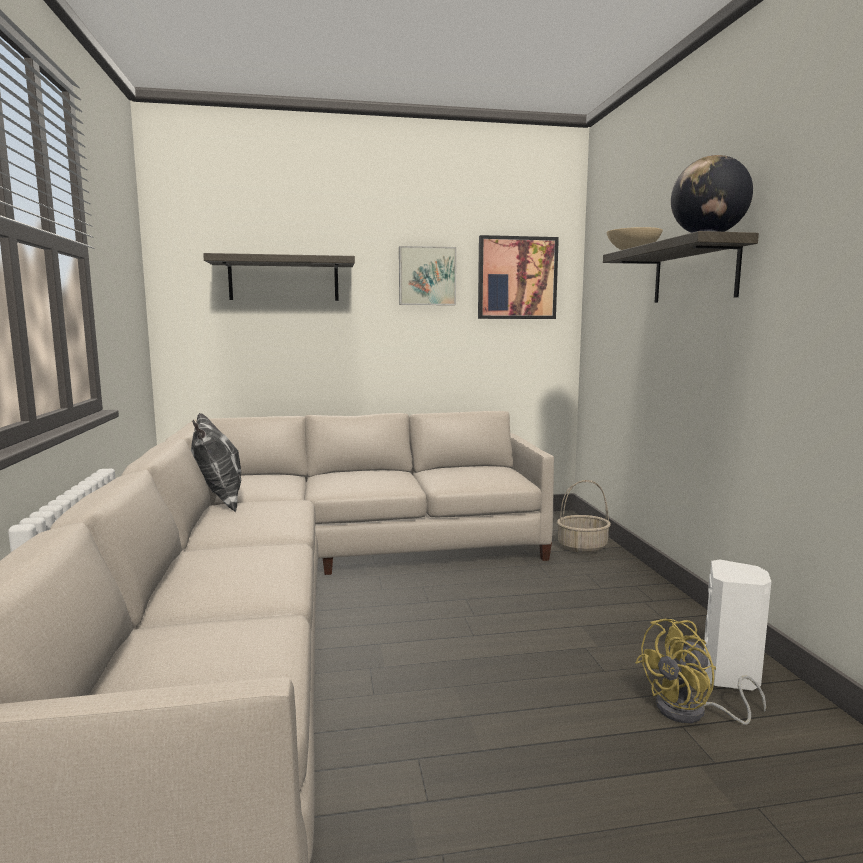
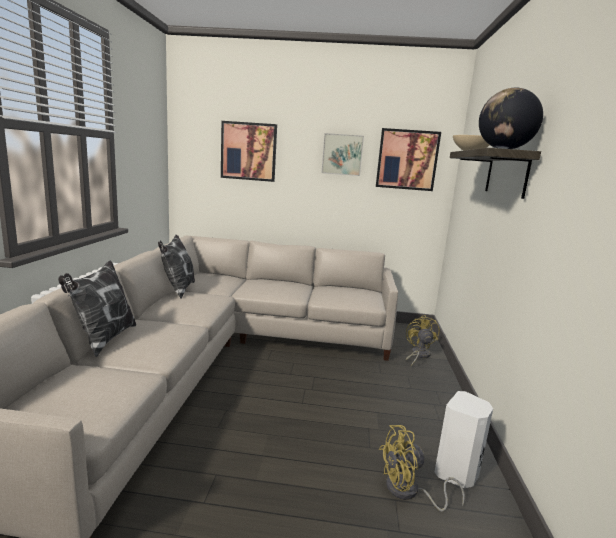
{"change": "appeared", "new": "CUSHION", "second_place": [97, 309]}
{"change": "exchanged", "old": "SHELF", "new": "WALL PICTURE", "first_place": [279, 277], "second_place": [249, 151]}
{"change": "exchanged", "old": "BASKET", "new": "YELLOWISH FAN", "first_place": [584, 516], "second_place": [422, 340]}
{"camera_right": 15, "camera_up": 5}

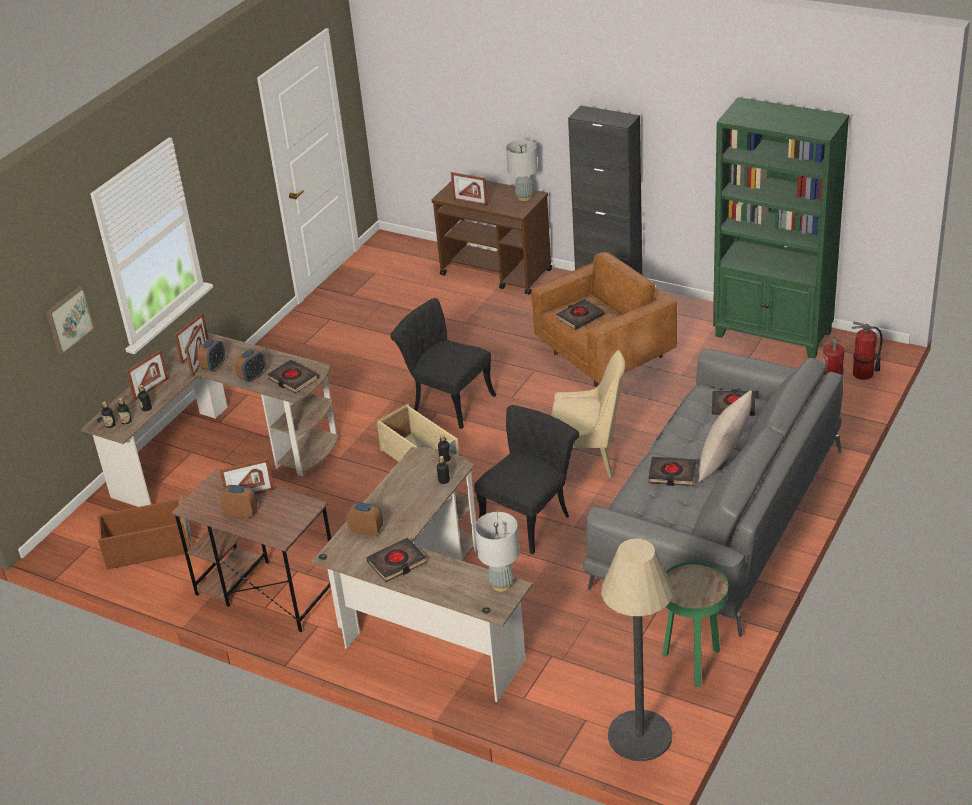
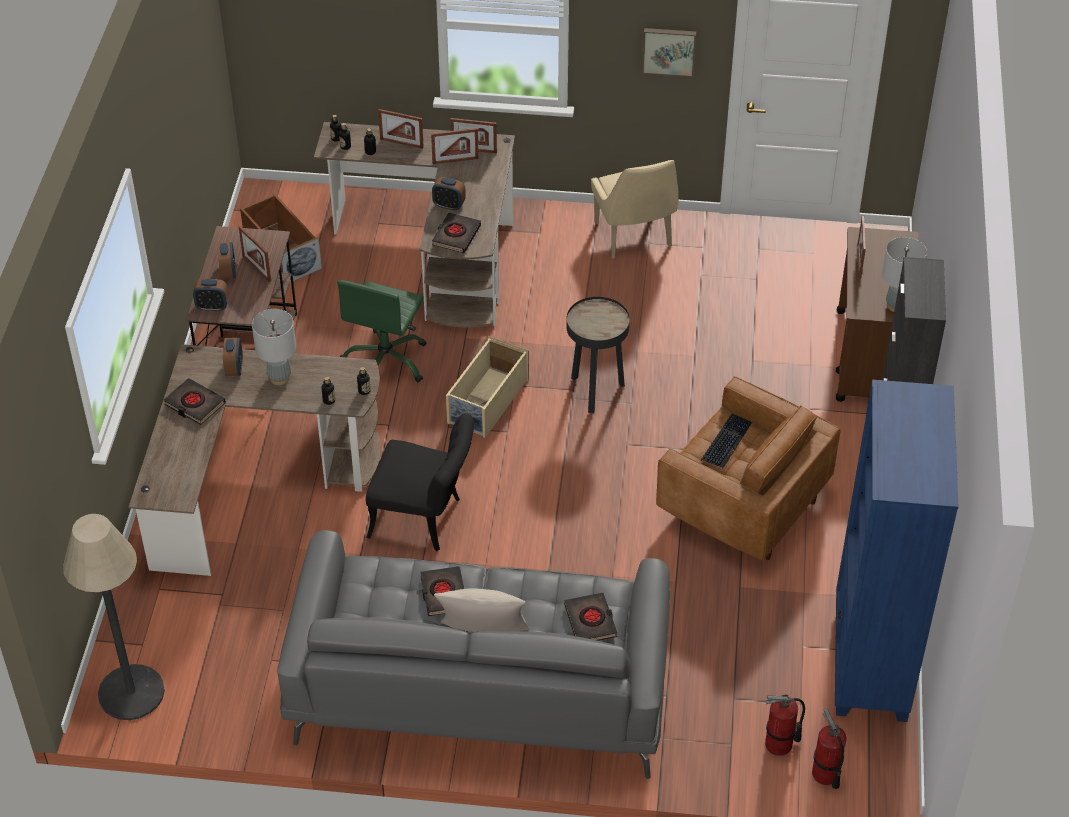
{"change": "missing", "old": "GREEN SIDE TABLE", "first_place": [695, 624]}
{"change": "appeared", "new": "GREEN DESK CHAIR", "second_place": [382, 331]}
{"change": "relocated", "old": "WALL PICTURE", "first_place": [70, 320], "second_place": [669, 52]}
{"change": "relocated", "old": "ALARM CLOCK", "first_place": [211, 355], "second_place": [211, 295]}
{"change": "relocated", "old": "GREY LAMP FOR A TABLE", "first_place": [497, 552], "second_place": [274, 347]}
{"change": "relocated", "old": "BEIGE-COLOURED UPRIGHT CHAIR", "first_place": [588, 414], "second_place": [635, 209]}
{"change": "exchanged", "old": "BLACK UPRIGHT CHAIR", "new": "BLACK SIDE TABLE", "first_place": [443, 363], "second_place": [598, 355]}
{"change": "exchanged", "old": "BLACK BOUND BOOK", "new": "PC KEYBOARD", "first_place": [580, 314], "second_place": [726, 441]}
{"change": "colour", "old": "GREEN BOOKSHELF", "new": "BLUE BOOKSHELF", "first_place": [781, 227], "second_place": [896, 550]}
{"camera_right": 65, "camera_up": 10}

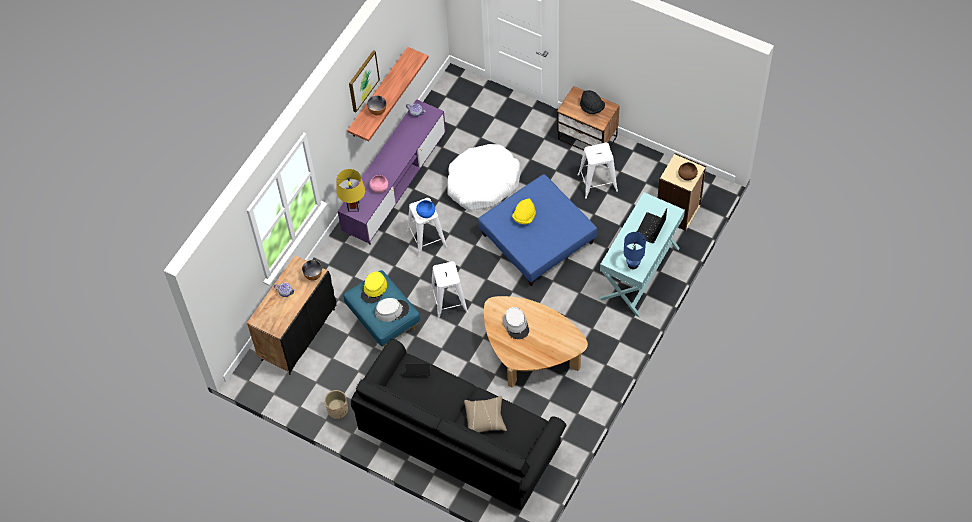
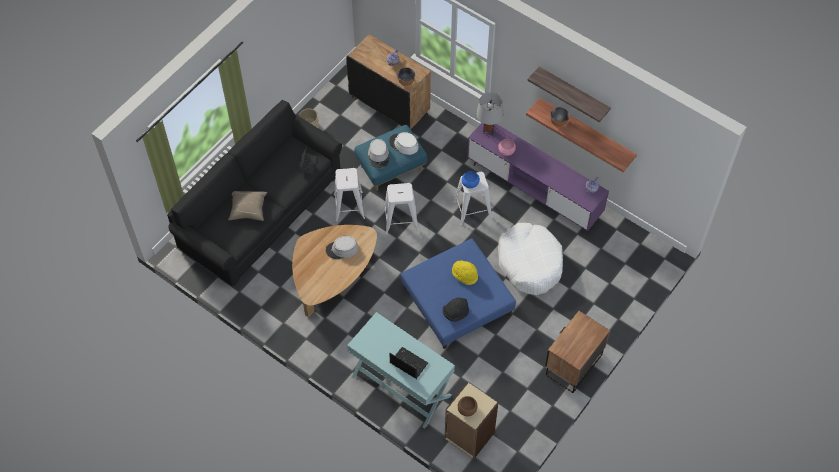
{"change": "missing", "old": "BLUE LAMP FOR A TABLE", "first_place": [635, 250]}
{"change": "relocated", "old": "WHITE STOOL", "first_place": [597, 170], "second_place": [349, 194]}
{"change": "relocated", "old": "BLACK WEARABLE HAT", "first_place": [592, 102], "second_place": [456, 310]}
{"change": "exchanged", "old": "WALL PICTURE", "new": "SHELF", "first_place": [364, 81], "second_place": [569, 94]}
{"change": "colour", "old": "YELLOWISH LAMP FOR A TABLE", "new": "GREY LAMP FOR A TABLE", "first_place": [351, 190], "second_place": [489, 113]}
{"change": "colour", "old": "YELLOWISH WEARABLE HAT", "new": "WHITE WEARABLE HAT", "first_place": [374, 287], "second_place": [404, 143]}
{"camera_right": 95, "camera_up": 0}

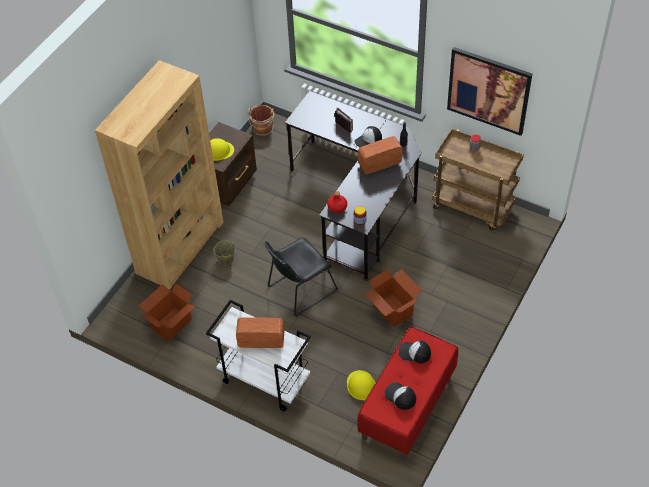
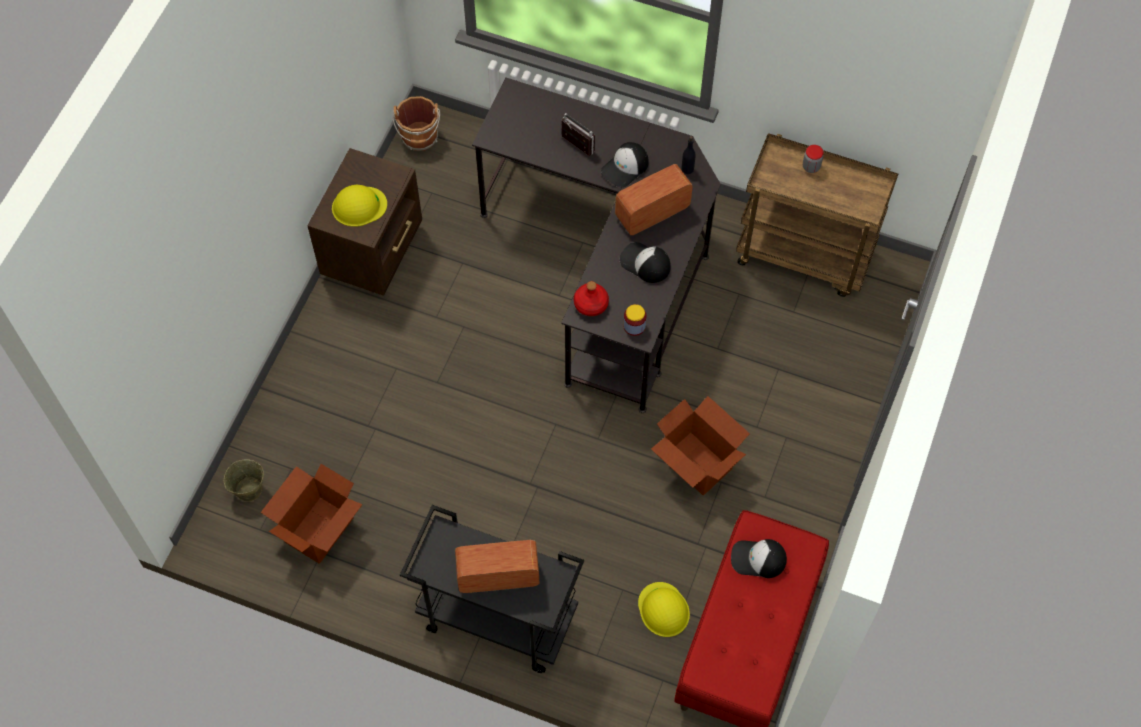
{"change": "missing", "old": "BROWNISH BOOKSHELF", "first_place": [159, 174]}
{"change": "missing", "old": "BLACK UPRIGHT CHAIR", "first_place": [301, 277]}
{"change": "missing", "old": "WALL PICTURE", "first_place": [489, 91]}
{"change": "relocated", "old": "BEIGE-COLOURED BUCKET", "first_place": [224, 252], "second_place": [244, 480]}
{"change": "relocated", "old": "CAP", "first_place": [400, 396], "second_place": [645, 262]}
{"change": "colour", "old": "WHITE WHEELED CART", "new": "BLACK WHEELED CART", "first_place": [258, 356], "second_place": [492, 589]}
{"camera_right": -10, "camera_up": 10}

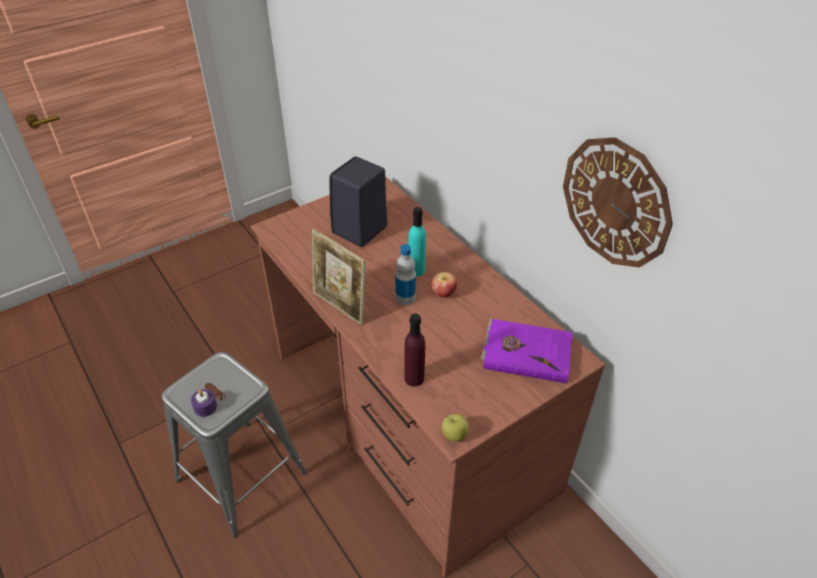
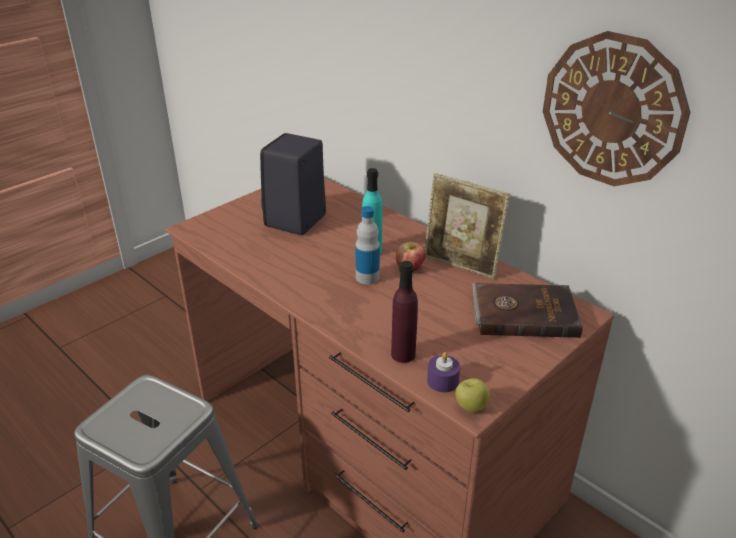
{"change": "relocated", "old": "PURPLE CANDLE", "first_place": [204, 403], "second_place": [443, 372]}
{"change": "relocated", "old": "PHOTO FRAME", "first_place": [339, 277], "second_place": [467, 226]}
{"change": "colour", "old": "PURPLE BOUND BOOK", "new": "BROWNISH BOUND BOOK", "first_place": [526, 350], "second_place": [527, 310]}
{"camera_right": -10, "camera_up": -10}

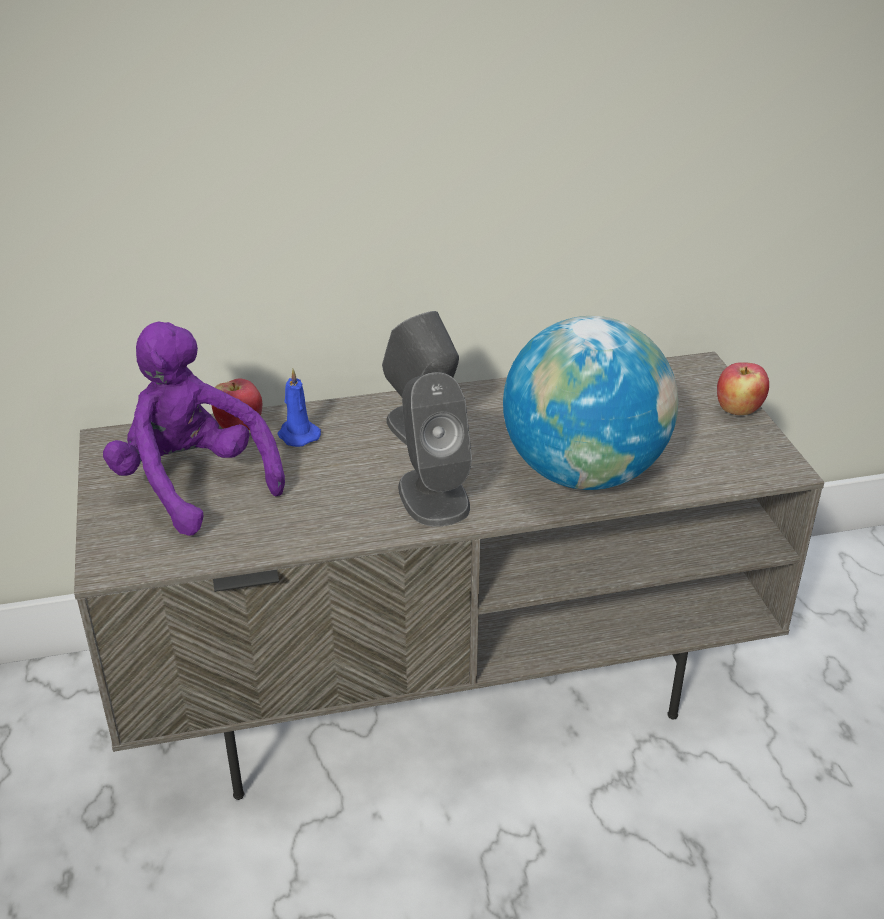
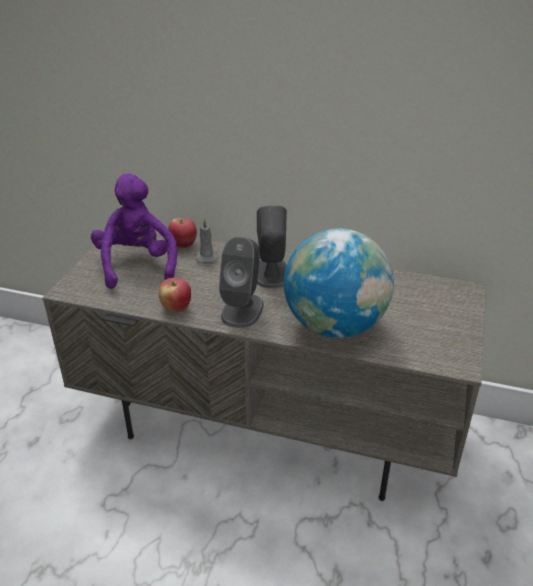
{"change": "relocated", "old": "APPLE", "first_place": [743, 388], "second_place": [175, 295]}
{"change": "colour", "old": "BLUE CANDLE", "new": "GREY CANDLE", "first_place": [299, 408], "second_place": [207, 241]}
{"camera_right": 30, "camera_up": 0}

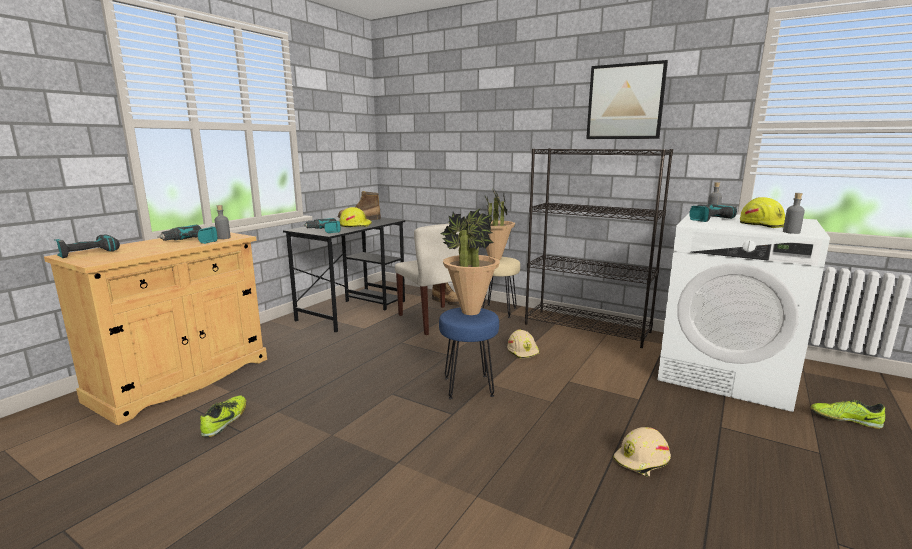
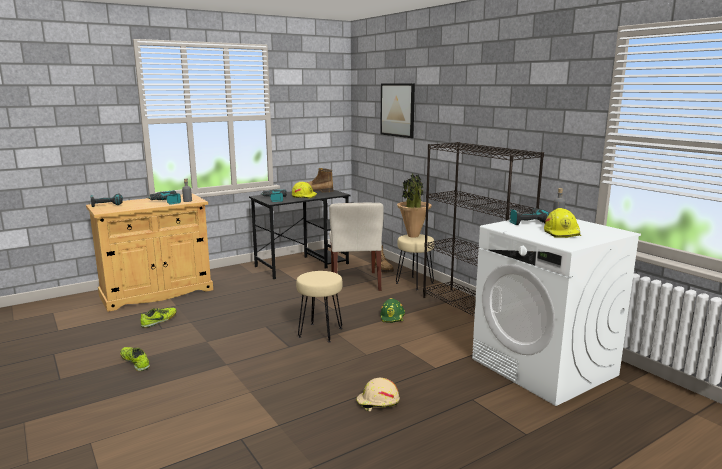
{"change": "missing", "old": "POTTED PLANT", "first_place": [470, 261]}
{"change": "missing", "old": "GREY DRINK BOTTLE", "first_place": [794, 213]}
{"change": "relocated", "old": "WALL PICTURE", "first_place": [627, 99], "second_place": [397, 110]}
{"change": "relocated", "old": "LOW SHOE", "first_place": [847, 414], "second_place": [135, 359]}
{"change": "colour", "old": "BLUE STOOL", "new": "BEIGE-COLOURED STOOL", "first_place": [469, 353], "second_place": [319, 307]}
{"change": "colour", "old": "BEIGE-COLOURED HARD HAT", "new": "GREEN HARD HAT", "first_place": [523, 344], "second_place": [392, 310]}
{"camera_right": 25, "camera_up": 0}

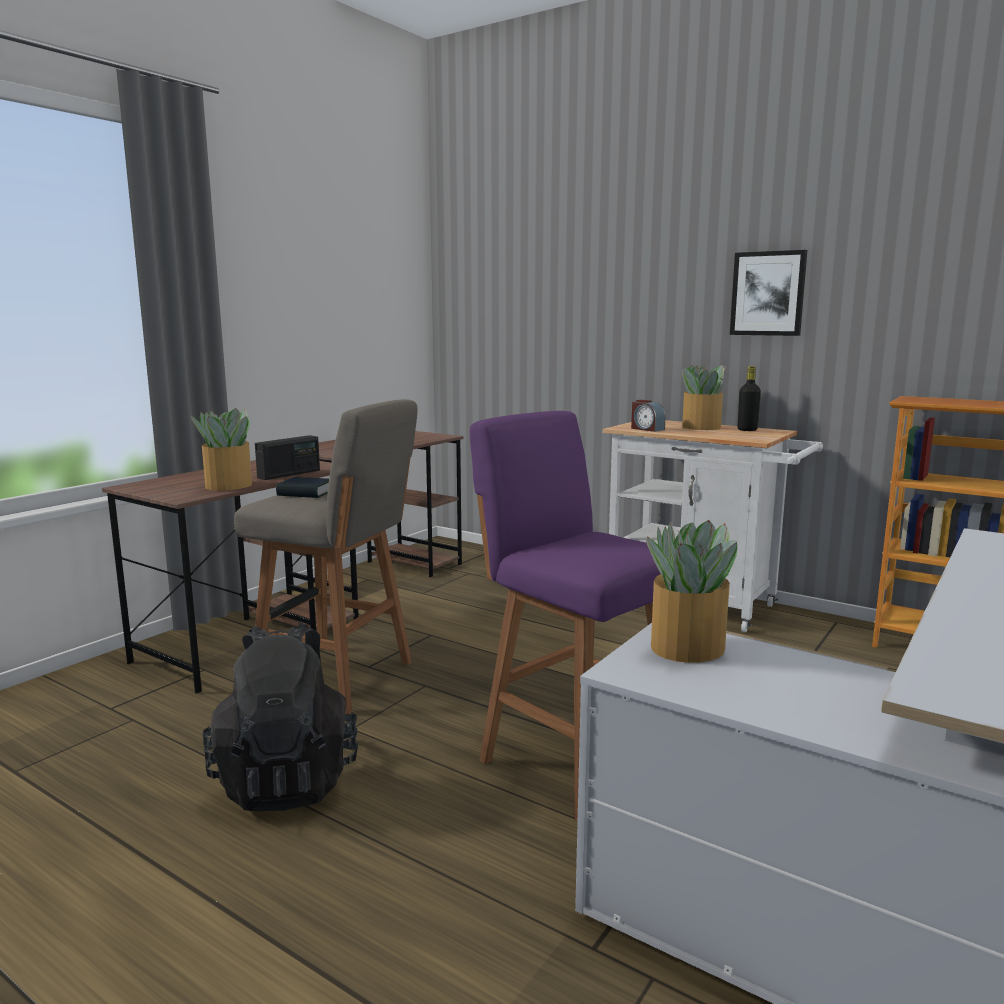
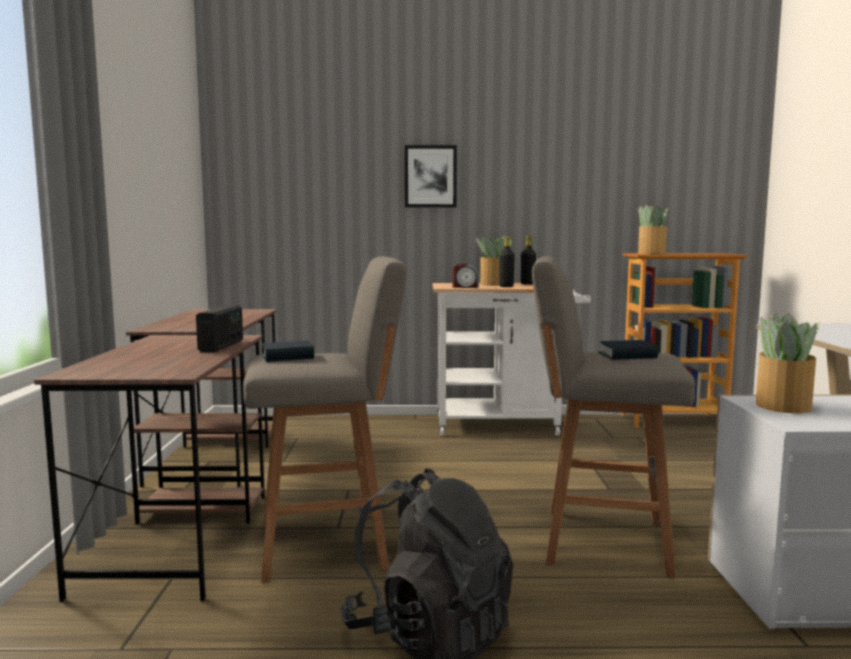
{"change": "appeared", "new": "BLACK DRINK BOTTLE", "second_place": [507, 261]}
{"change": "appeared", "new": "BOUND BOOK", "second_place": [628, 350]}
{"change": "relocated", "old": "POTTED PLANT", "first_place": [221, 449], "second_place": [653, 229]}
{"change": "relocated", "old": "WALL PICTURE", "first_place": [768, 293], "second_place": [431, 176]}
{"change": "colour", "old": "PURPLE STOOL", "new": "GREY STOOL", "first_place": [565, 616], "second_place": [613, 417]}
{"camera_right": -35, "camera_up": -5}

